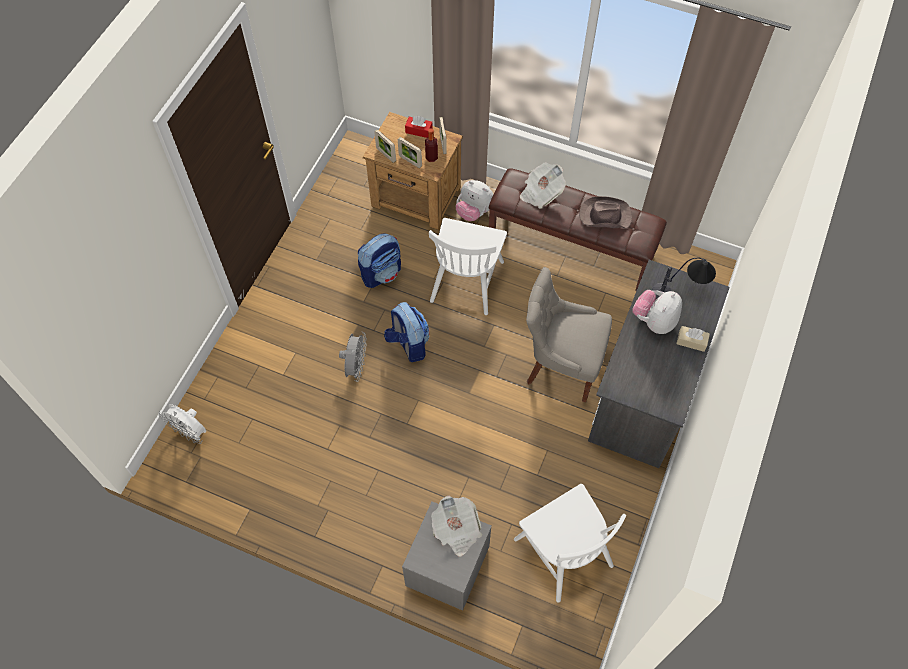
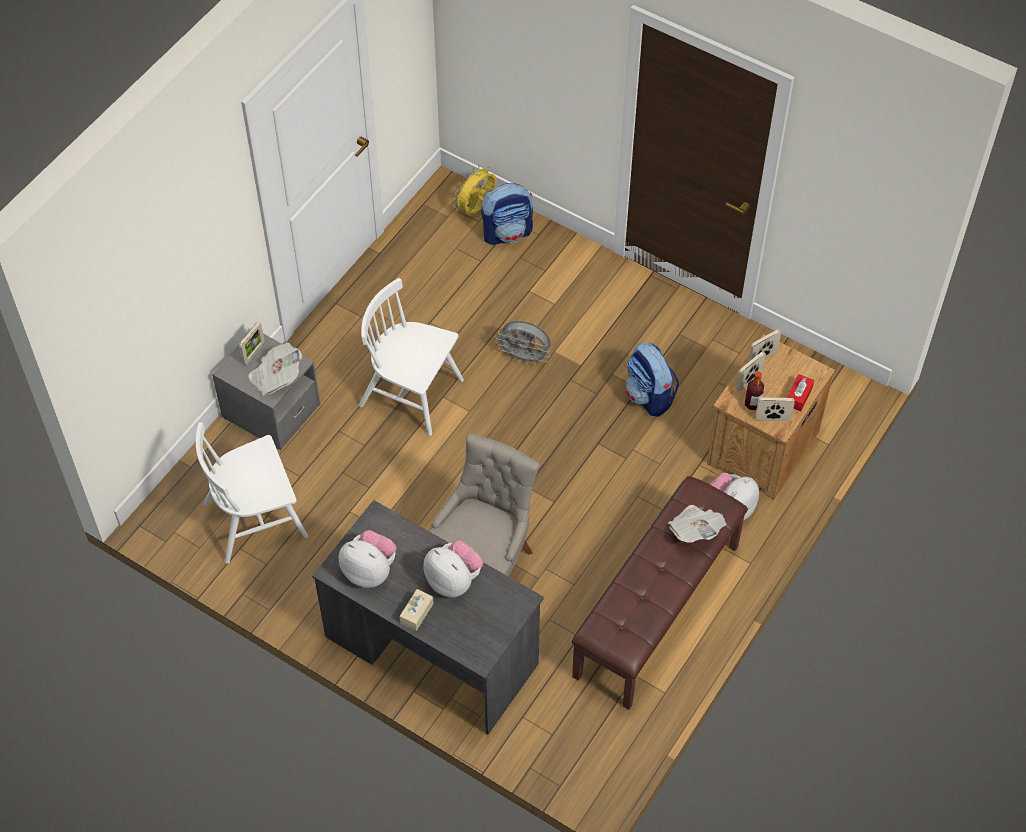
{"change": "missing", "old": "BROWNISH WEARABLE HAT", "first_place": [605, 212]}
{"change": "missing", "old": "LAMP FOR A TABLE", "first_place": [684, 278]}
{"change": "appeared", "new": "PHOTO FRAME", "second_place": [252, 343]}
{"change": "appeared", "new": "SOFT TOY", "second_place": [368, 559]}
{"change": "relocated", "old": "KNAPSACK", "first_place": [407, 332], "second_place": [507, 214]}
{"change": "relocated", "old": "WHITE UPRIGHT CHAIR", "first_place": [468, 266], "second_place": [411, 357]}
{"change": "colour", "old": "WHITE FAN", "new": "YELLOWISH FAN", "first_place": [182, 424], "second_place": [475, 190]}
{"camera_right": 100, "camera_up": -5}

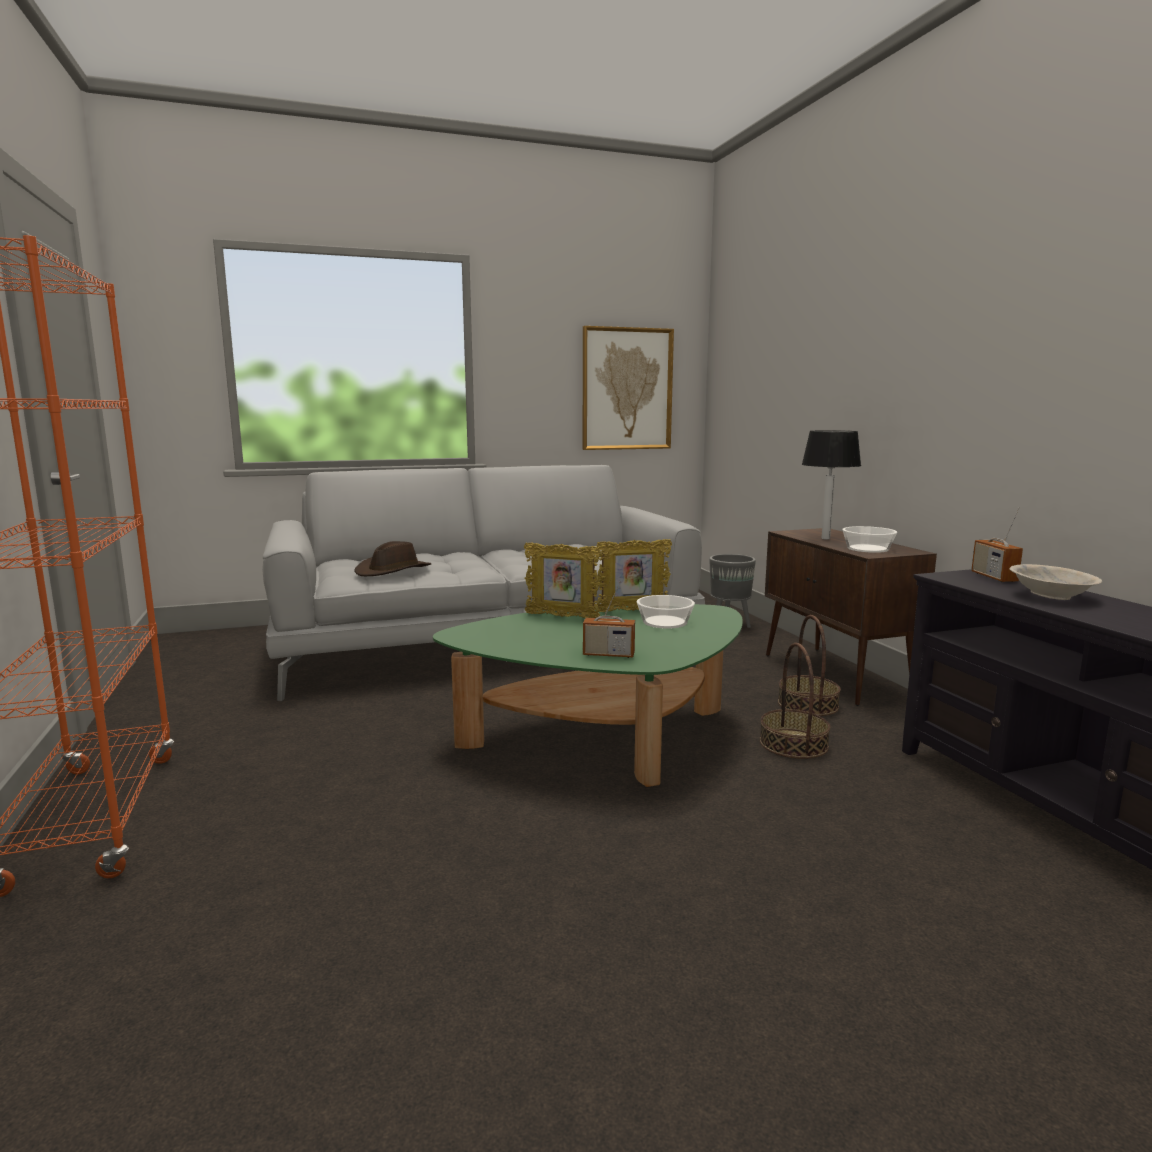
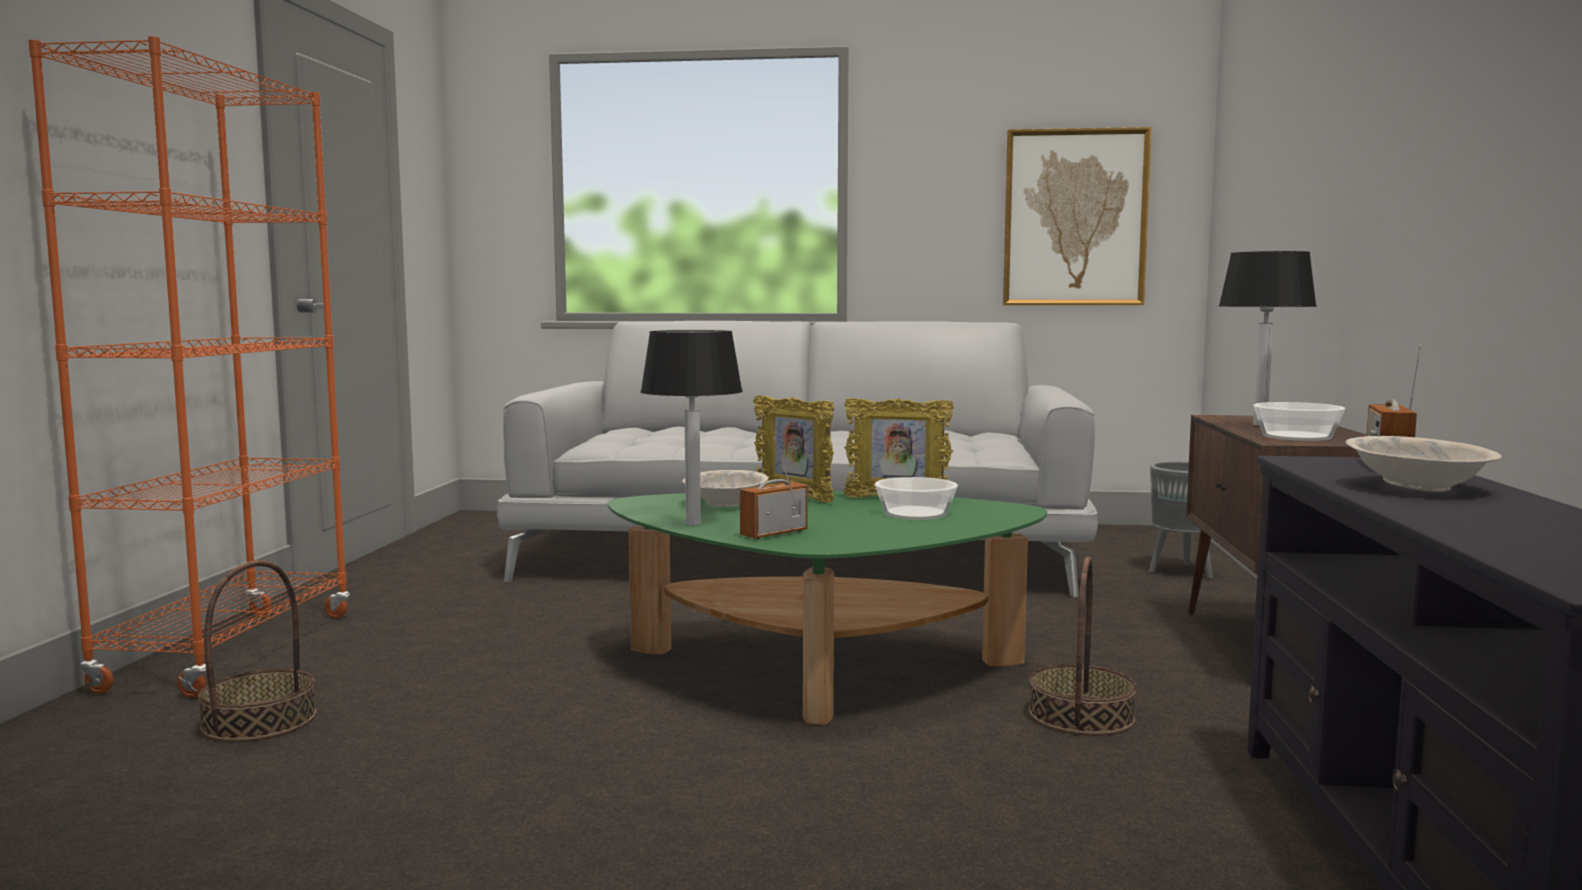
{"change": "missing", "old": "BROWNISH WEARABLE HAT", "first_place": [393, 558]}
{"change": "appeared", "new": "LAMP FOR A TABLE", "second_place": [691, 427]}
{"change": "appeared", "new": "BEIGE-COLOURED SERVING BOWL", "second_place": [725, 488]}
{"change": "relocated", "old": "BASKET", "first_place": [809, 665], "second_place": [257, 651]}
{"change": "spun", "old": "RADIO SET", "first_place": [609, 619], "second_place": [774, 488], "degrees": 105}
{"camera_right": 25, "camera_up": -5}

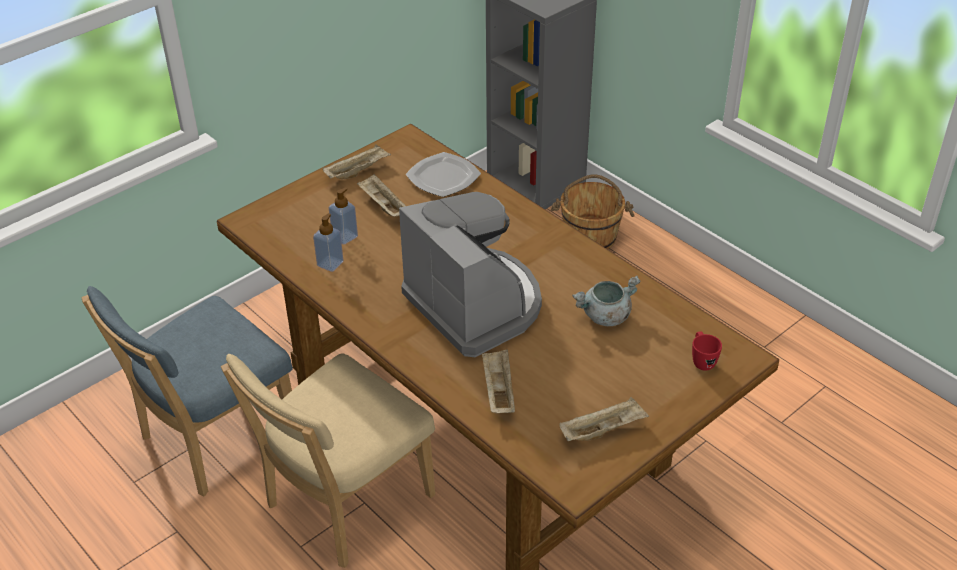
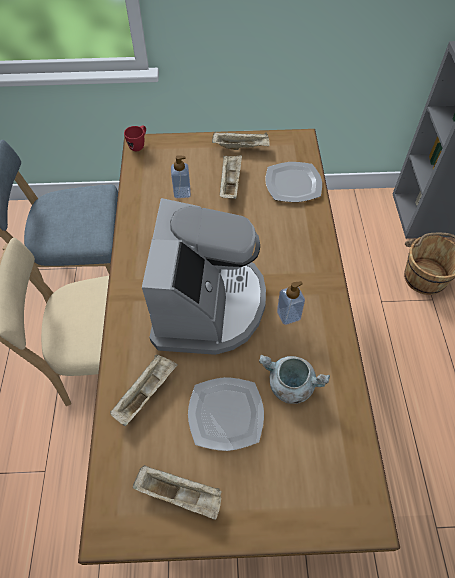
{"change": "appeared", "new": "FLAT DISH", "second_place": [226, 414]}
{"change": "relocated", "old": "SOAP DISPENSER", "first_place": [328, 242], "second_place": [291, 303]}
{"change": "relocated", "old": "REDDISH TEA MUG", "first_place": [707, 351], "second_place": [135, 138]}
{"camera_right": 40, "camera_up": 15}

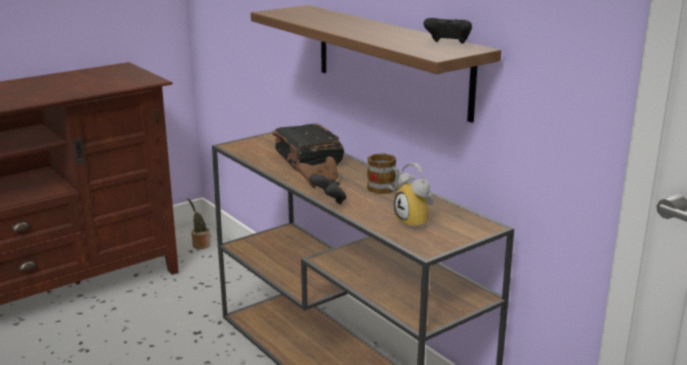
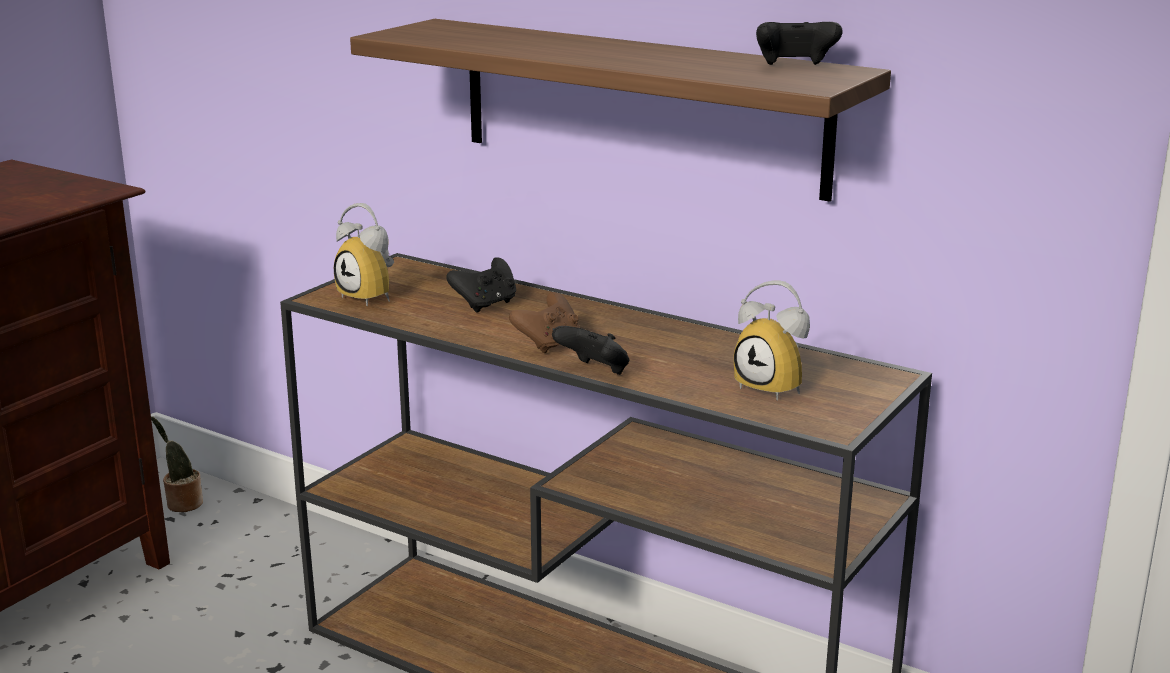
{"change": "missing", "old": "TEA MUG", "first_place": [383, 173]}
{"change": "appeared", "new": "ALARM CLOCK", "second_place": [364, 254]}
{"change": "exchanged", "old": "BLACK BOUND BOOK", "new": "BLACK GAMEPAD", "first_place": [308, 147], "second_place": [481, 285]}
{"camera_right": -20, "camera_up": 0}

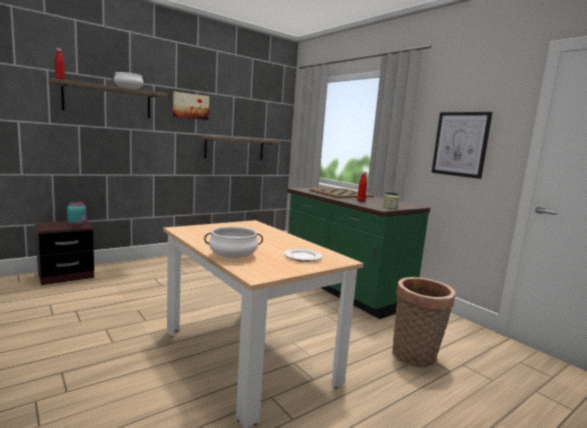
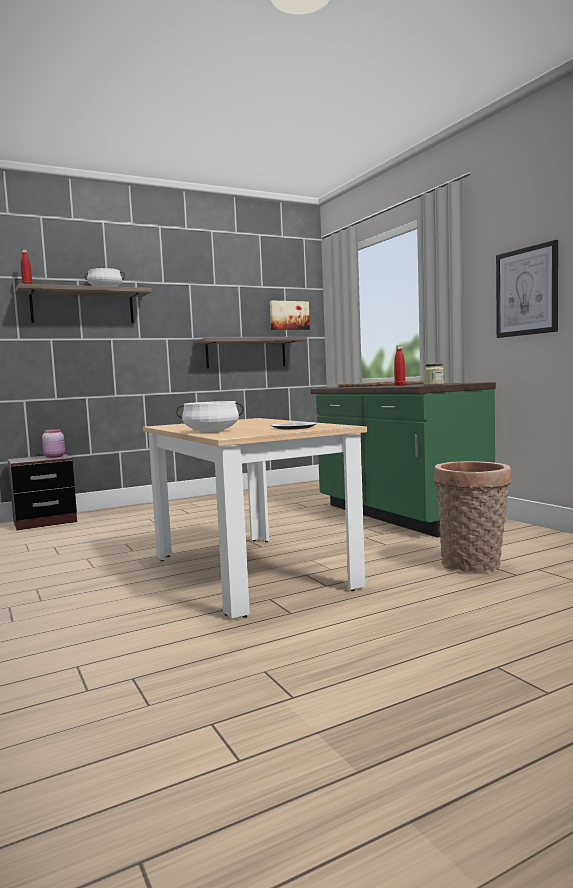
{"change": "relocated", "old": "WALL PICTURE", "first_place": [191, 106], "second_place": [290, 315]}
{"change": "colour", "old": "BLUE-GREEN PRESERVE JAR", "new": "PINK-COLOURED PRESERVE JAR", "first_place": [77, 213], "second_place": [53, 443]}
{"camera_right": 10, "camera_up": -5}

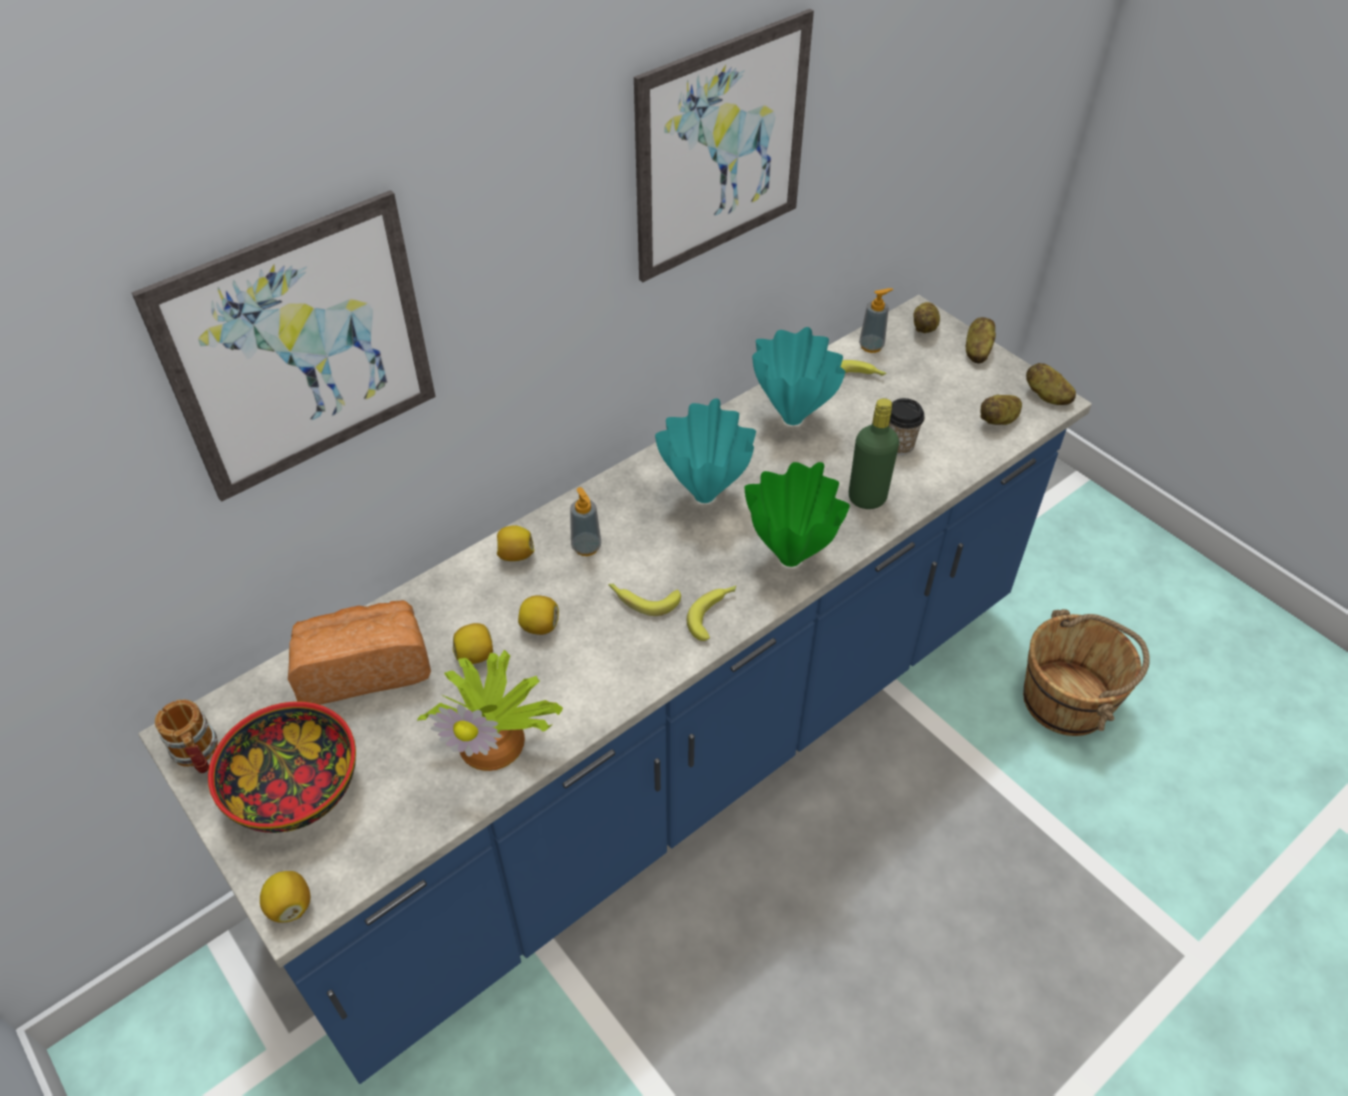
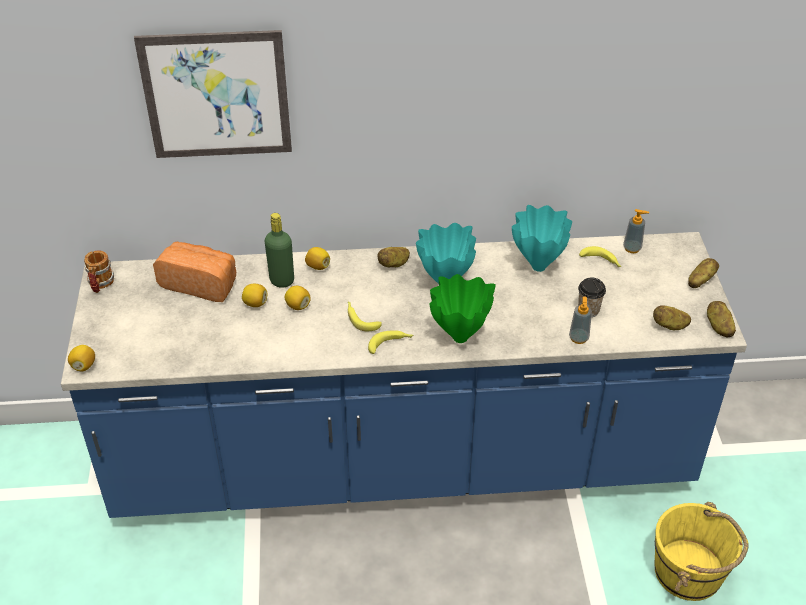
{"change": "missing", "old": "SERVING BOWL", "first_place": [282, 767]}
{"change": "missing", "old": "POTTED PLANT", "first_place": [490, 710]}
{"change": "missing", "old": "WALL PICTURE", "first_place": [724, 145]}
{"change": "relocated", "old": "SOAP DISPENSER", "first_place": [585, 521], "second_place": [580, 320]}
{"change": "relocated", "old": "GREEN DRINK BOTTLE", "first_place": [874, 453], "second_place": [279, 250]}
{"change": "relocated", "old": "POTATO", "first_place": [926, 317], "second_place": [394, 257]}
{"change": "colour", "old": "BROWNISH BUCKET", "new": "YELLOWISH BUCKET", "first_place": [1086, 672], "second_place": [702, 551]}
{"camera_right": 35, "camera_up": -5}

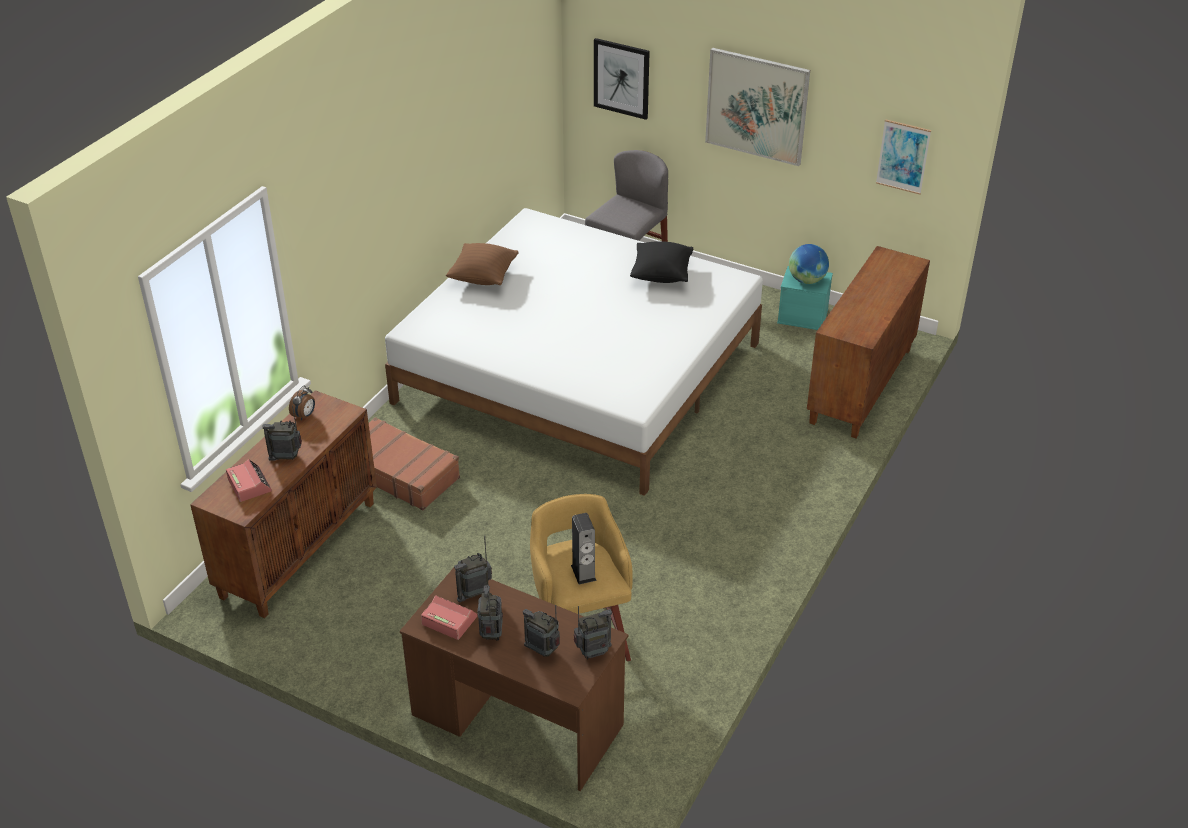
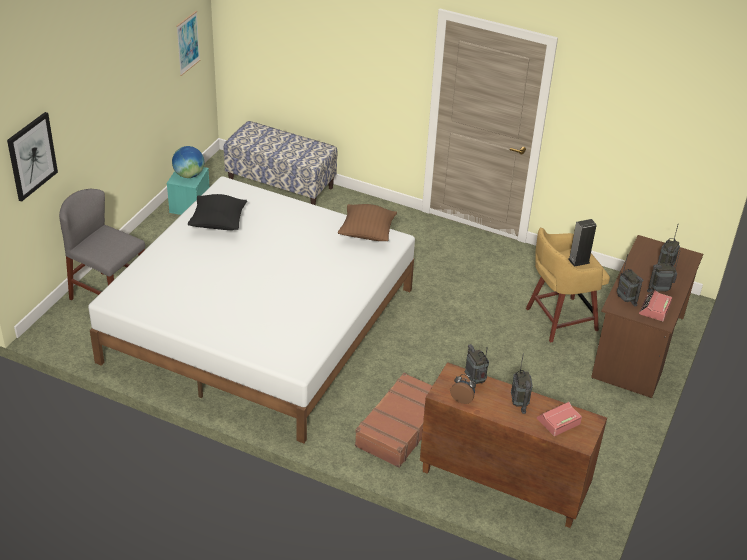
{"change": "missing", "old": "WALL PICTURE", "first_place": [757, 107]}
{"change": "relocated", "old": "BROWNISH CUSHION", "first_place": [482, 264], "second_place": [367, 222]}
{"change": "relocated", "old": "RADIO SET", "first_place": [593, 633], "second_place": [477, 364]}
{"change": "exchanged", "old": "BROWNISH STORAGE CABINET", "new": "LONG SEAT", "first_place": [868, 342], "second_place": [280, 163]}
{"camera_right": -95, "camera_up": 0}

